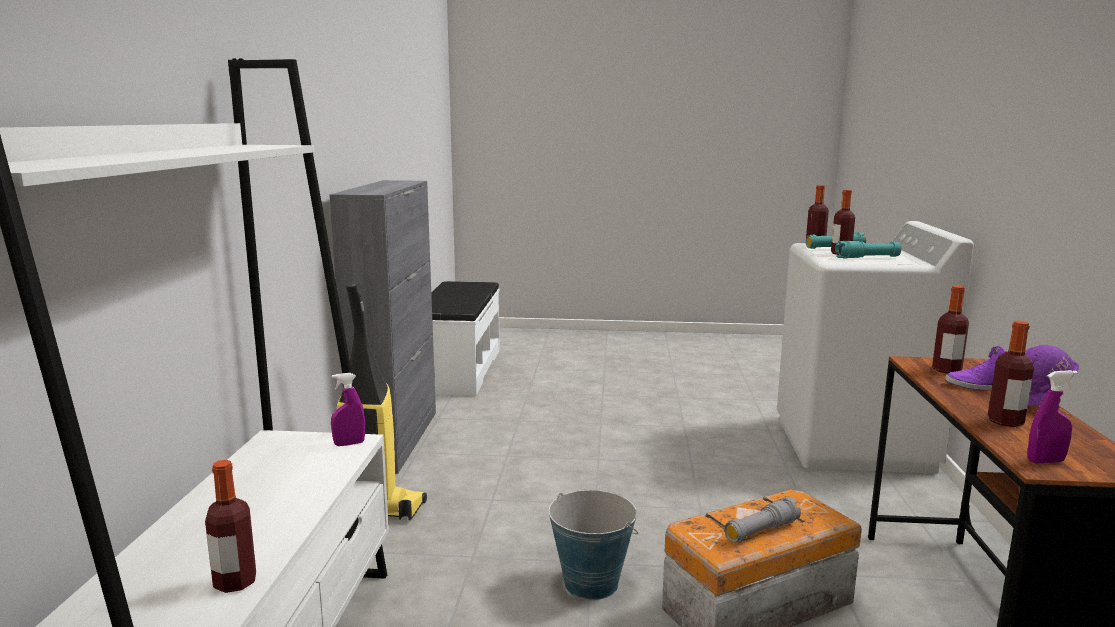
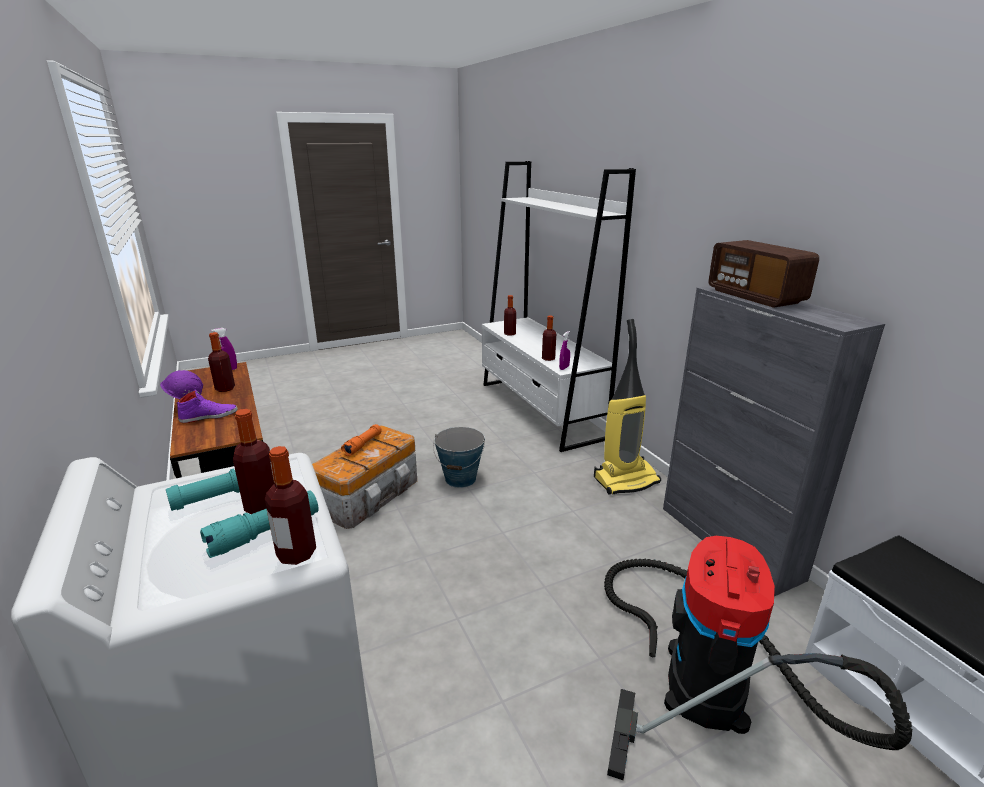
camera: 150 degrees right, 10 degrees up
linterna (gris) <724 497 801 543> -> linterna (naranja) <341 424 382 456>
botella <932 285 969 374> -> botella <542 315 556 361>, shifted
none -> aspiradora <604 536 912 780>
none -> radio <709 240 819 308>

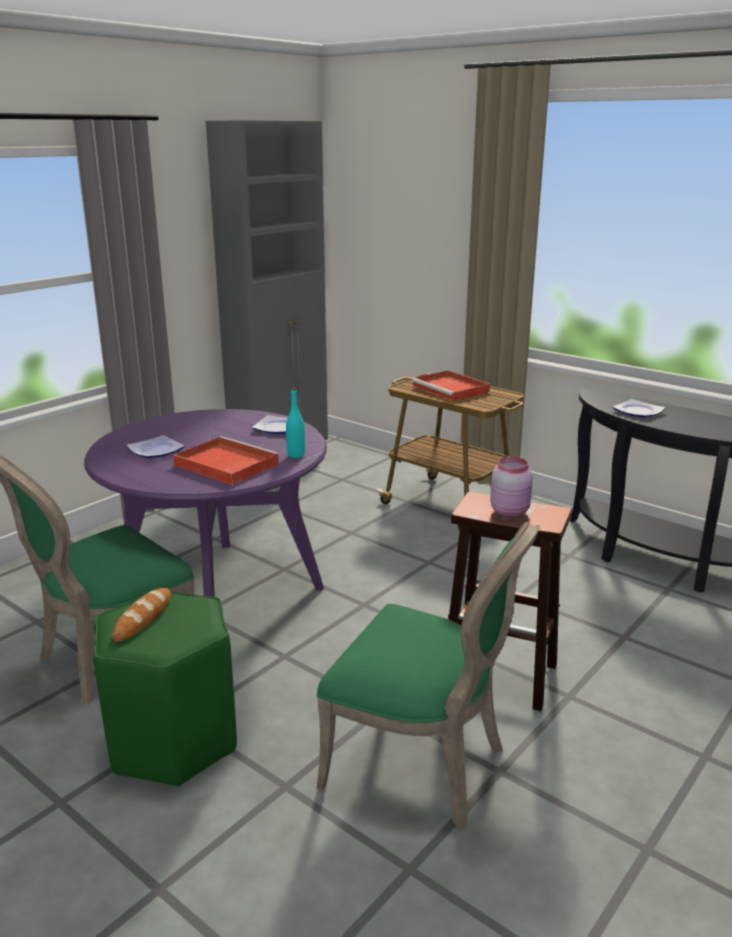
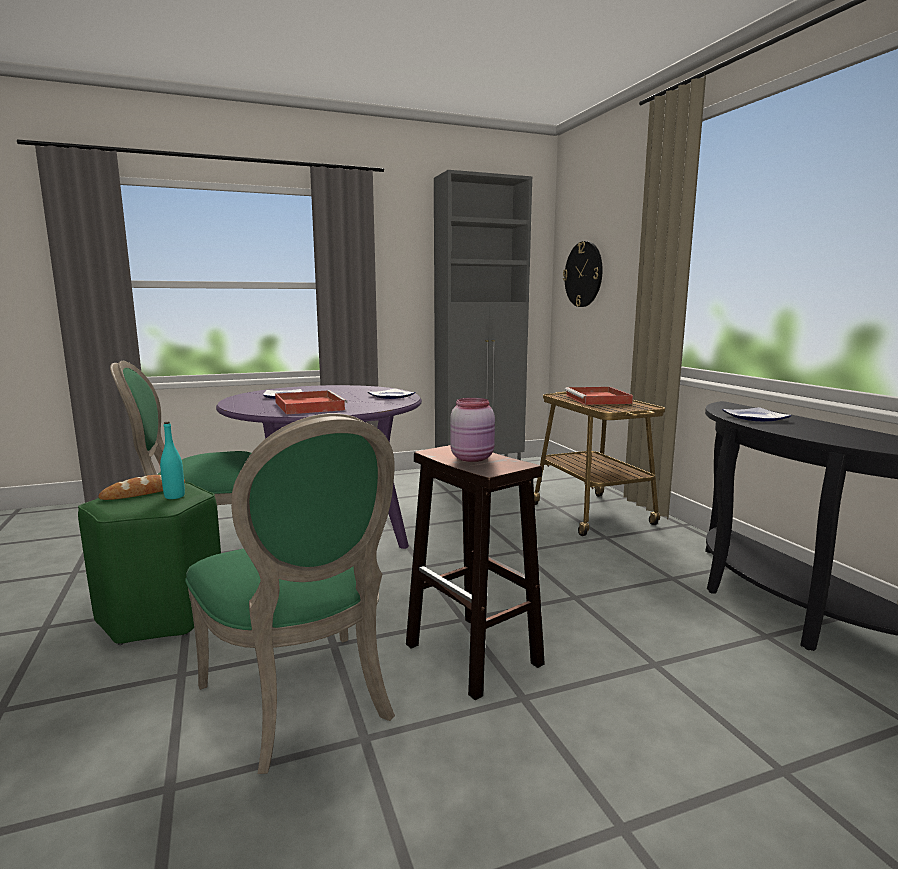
camera: 30 degrees right, 10 degrees down
botella (turquesa) <286 388 305 458> -> botella (turquesa) <160 422 185 499>, shifted
none -> reloj de pared <563 241 603 307>

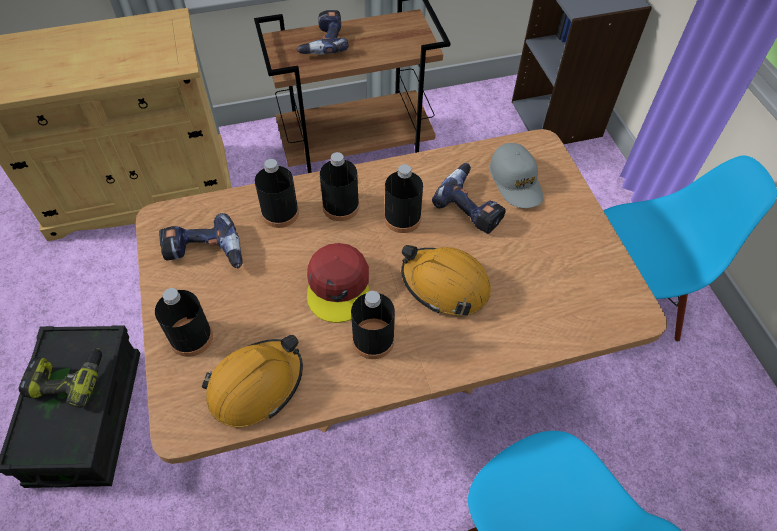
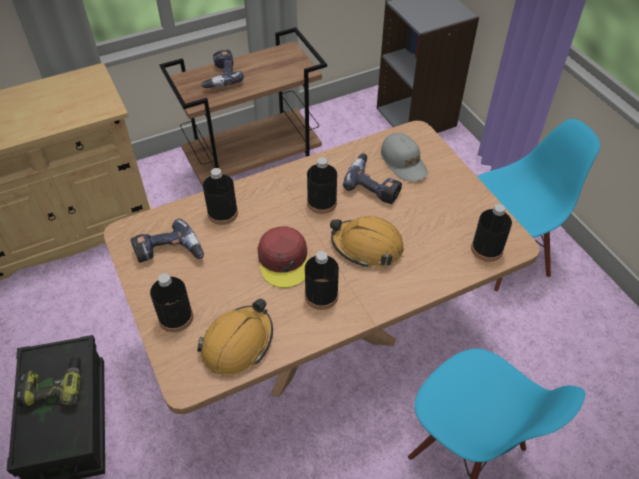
camera: 10 degrees left, 5 degrees down
botella (negro) <320 152 359 221> -> botella (negro) <471 204 512 262>, shifted

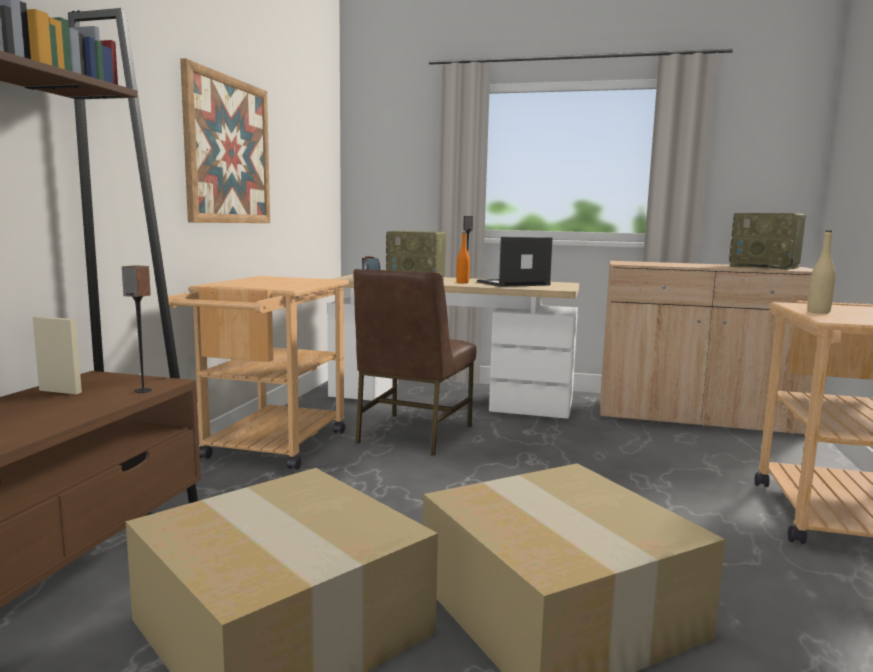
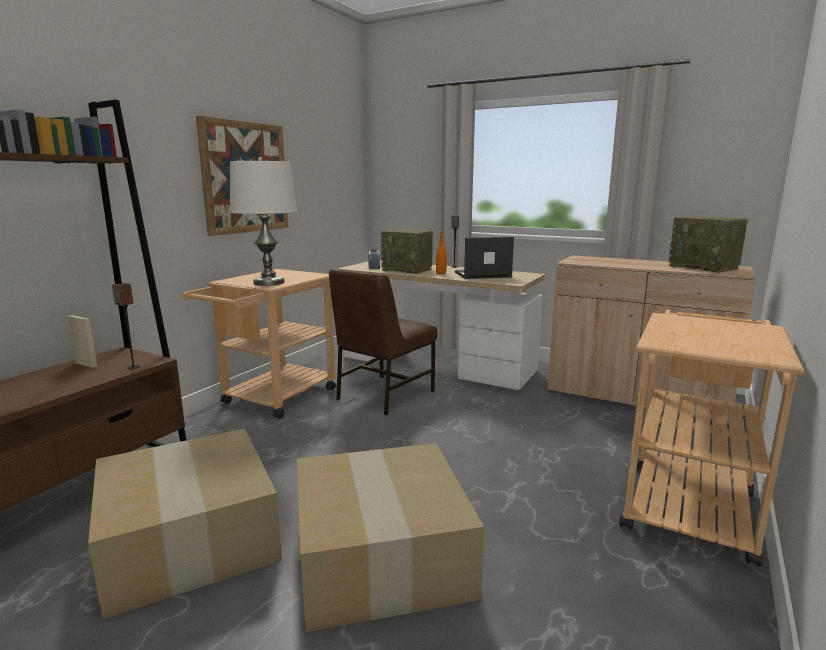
camera: 15 degrees right, 5 degrees up
botella (beis) <807 230 836 314> -> none
none -> lámpara de mesa (blanco) <230 157 297 286>

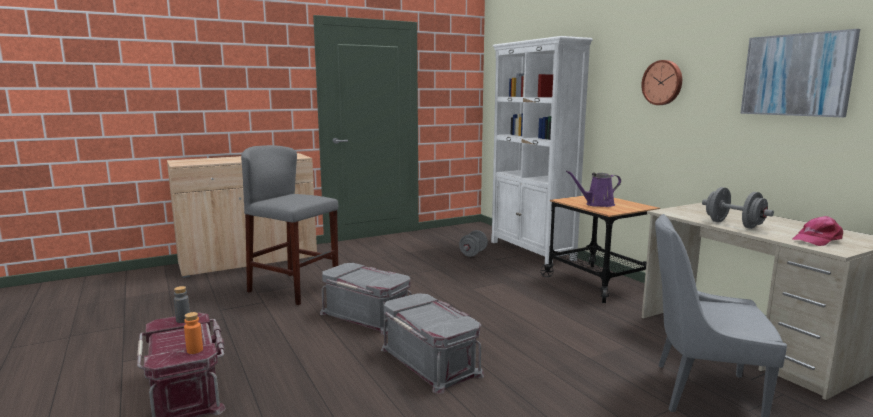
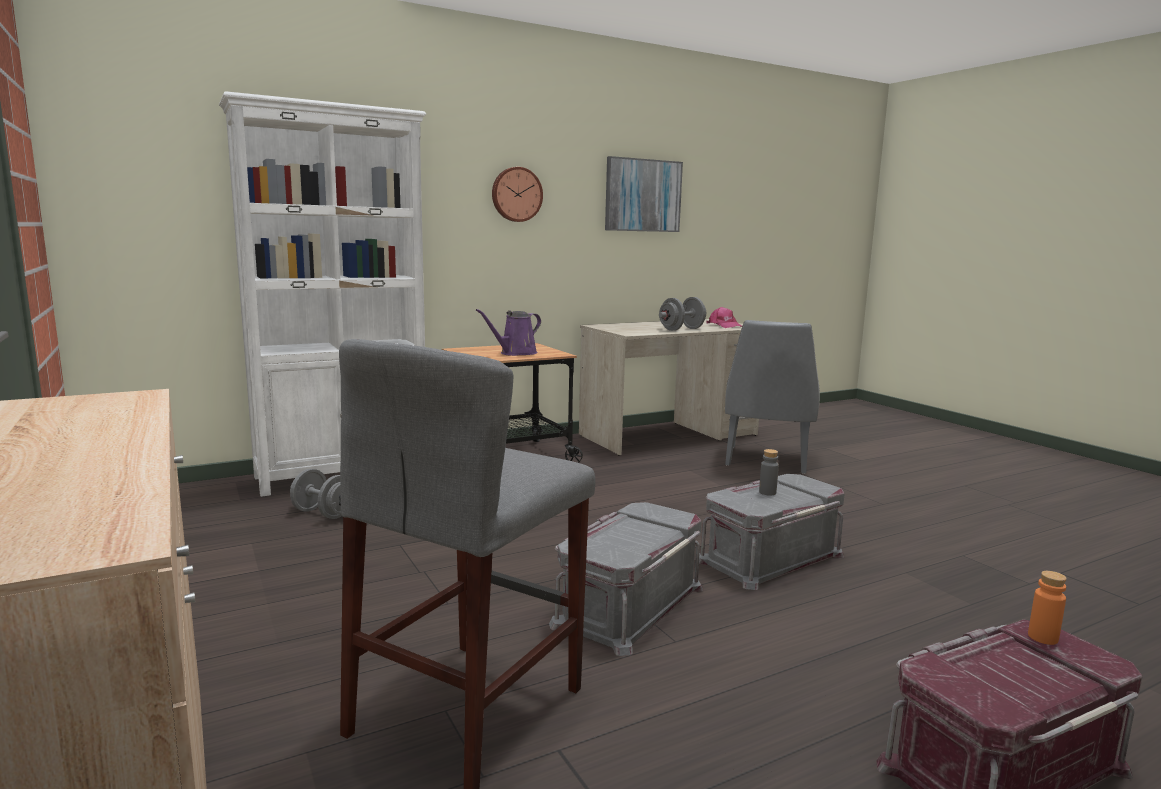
camera: 90 degrees left, 0 degrees up
botella (gris) <174 286 190 323> -> botella (gris) <759 449 779 495>, shifted
regadera (morado) <566 171 621 207> -> regadera (morado) <476 309 541 356>, 60 degrees clockwise

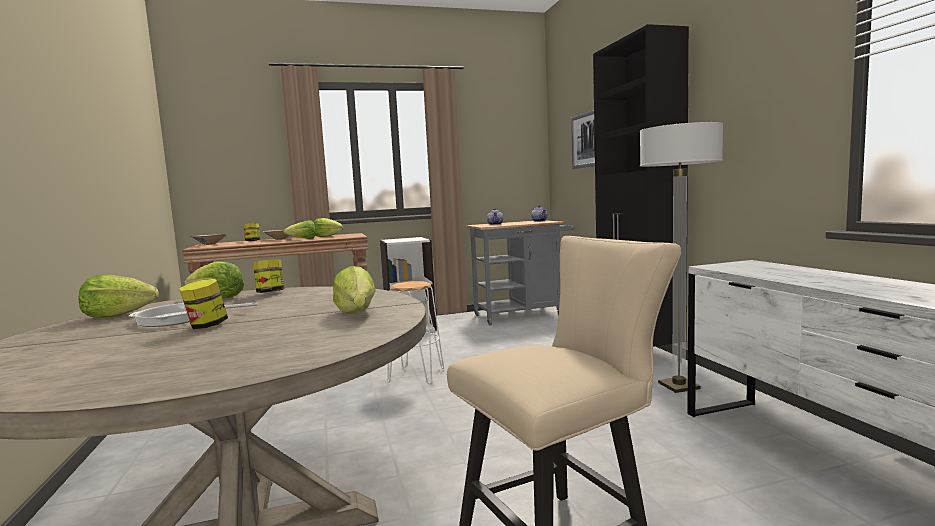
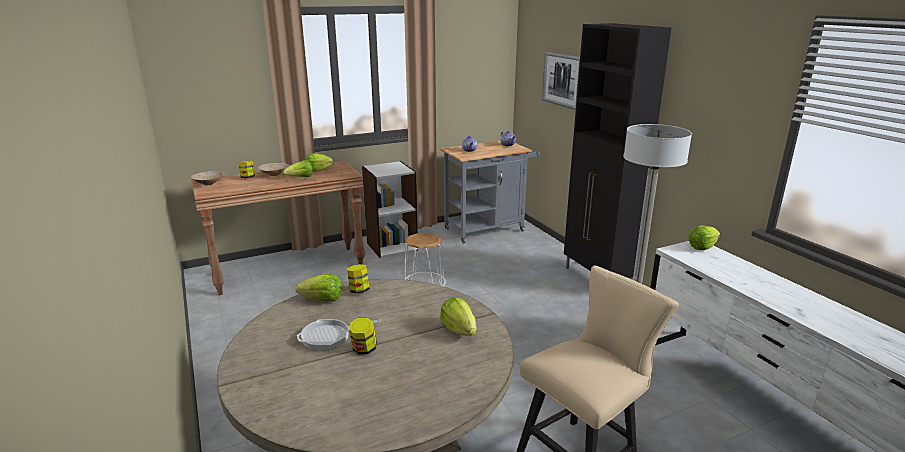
camera: 10 degrees left, 15 degrees up
lechuga <78 274 159 318> -> lechuga <689 225 720 250>, shifted

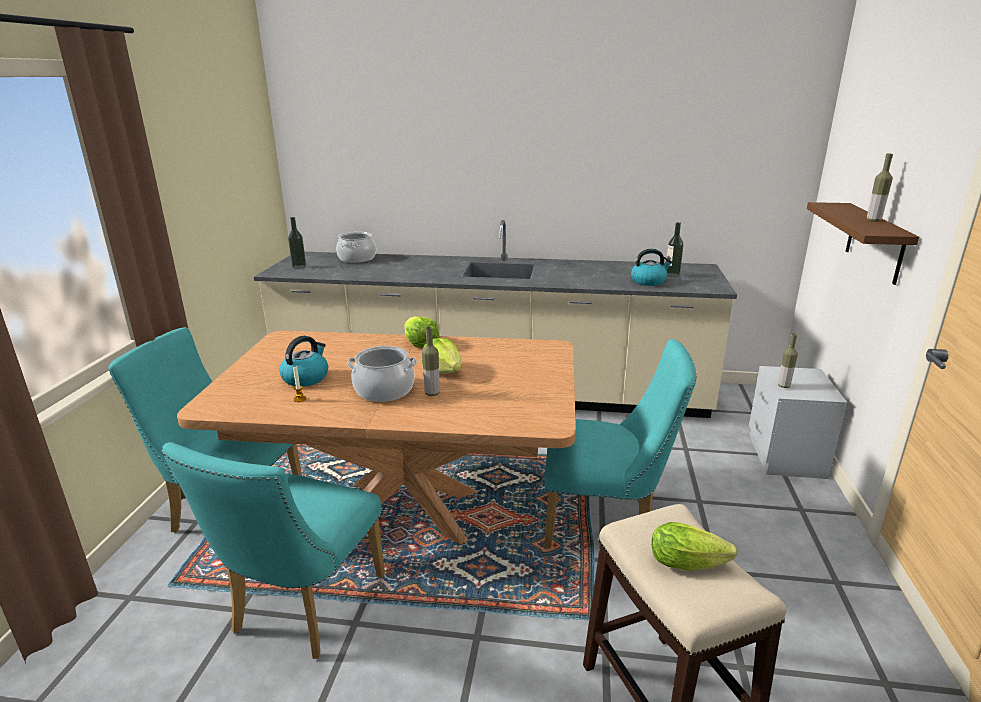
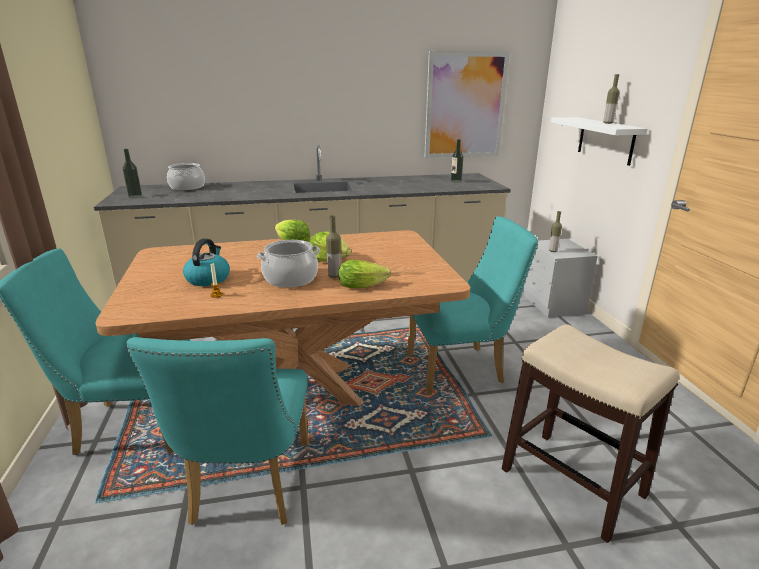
camera: 20 degrees left, 0 degrees up
hervidor <631 249 672 286> -> none
lechuga <652 522 737 571> -> lechuga <338 260 391 288>, shifted
estante (marrón) <807 202 919 285> -> estante (blanco) <551 117 648 166>
none -> cuadro <424 51 510 158>

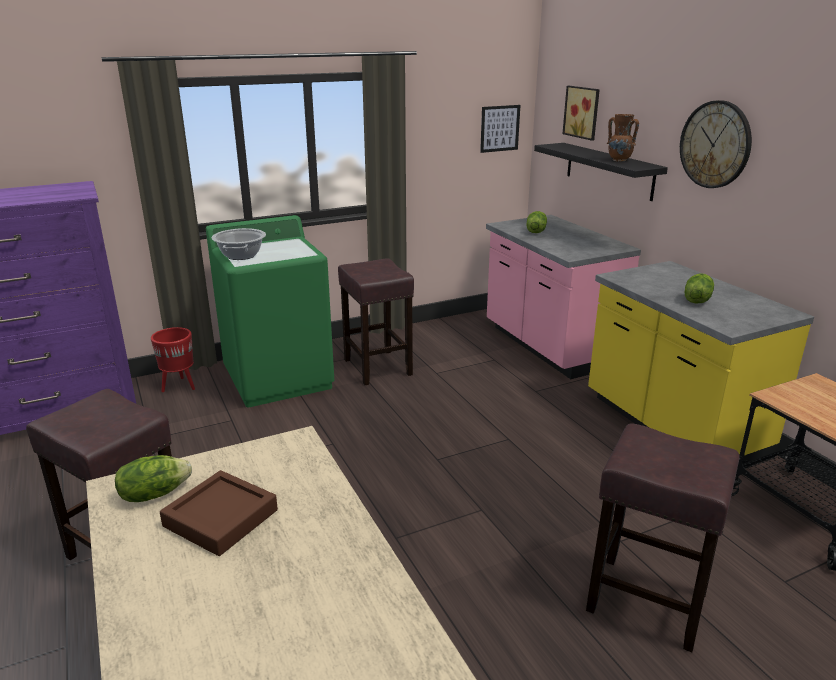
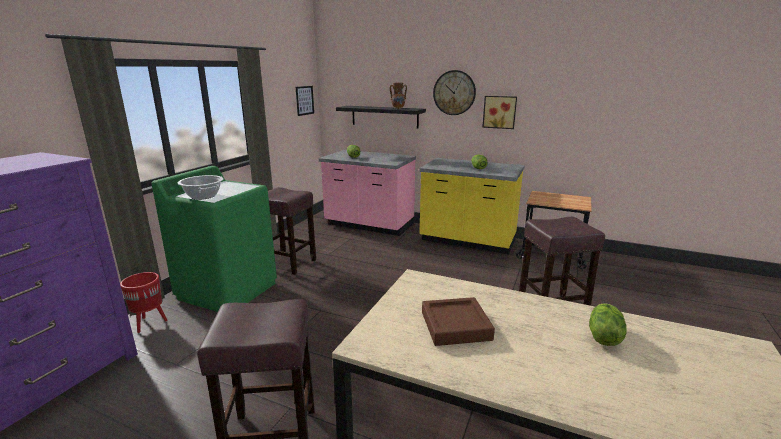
camera: 40 degrees left, 5 degrees down
lechuga <115 455 192 502> -> lechuga <589 303 627 346>, shifted
cuadro <563 86 600 141> -> cuadro <482 96 517 129>, shifted

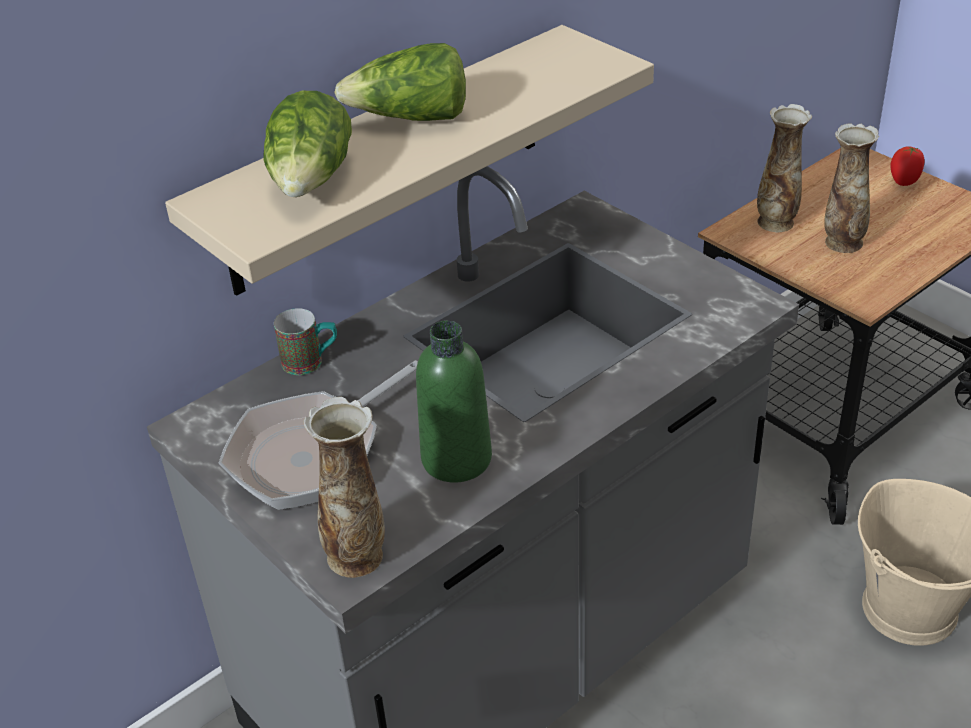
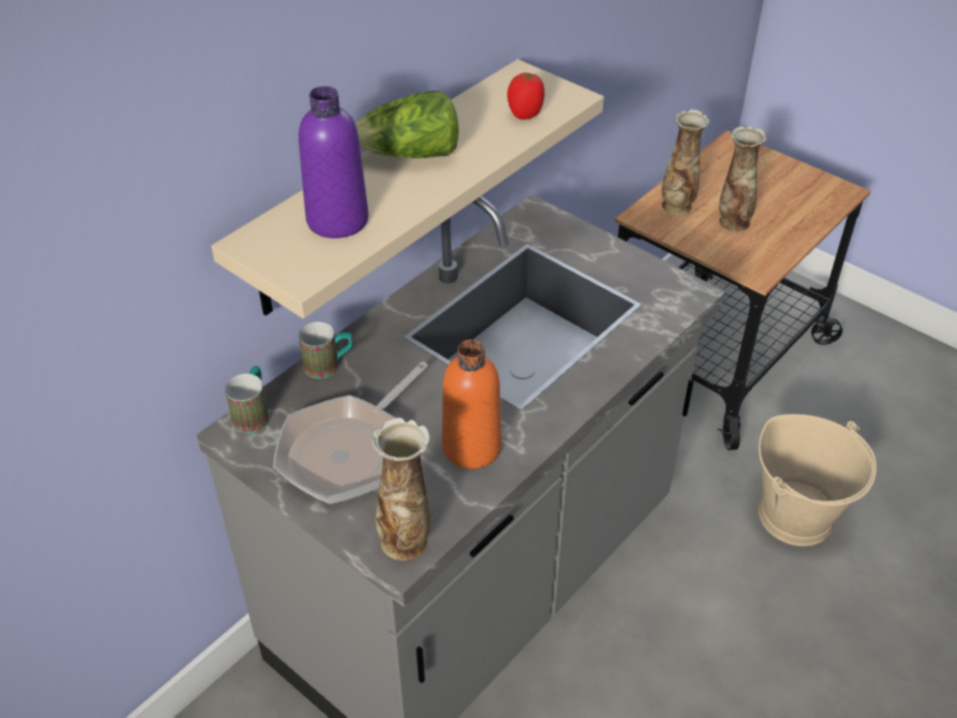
camera: 10 degrees left, 5 degrees up
lechuga <264 91 352 197> -> botella (morado) <299 86 369 238>
botella (verde) <416 320 492 483> -> botella (naranja) <442 339 502 469>
tomate <890 146 924 186> -> tomate <507 73 545 120>, shifted
none -> taza grande <225 366 269 433>

